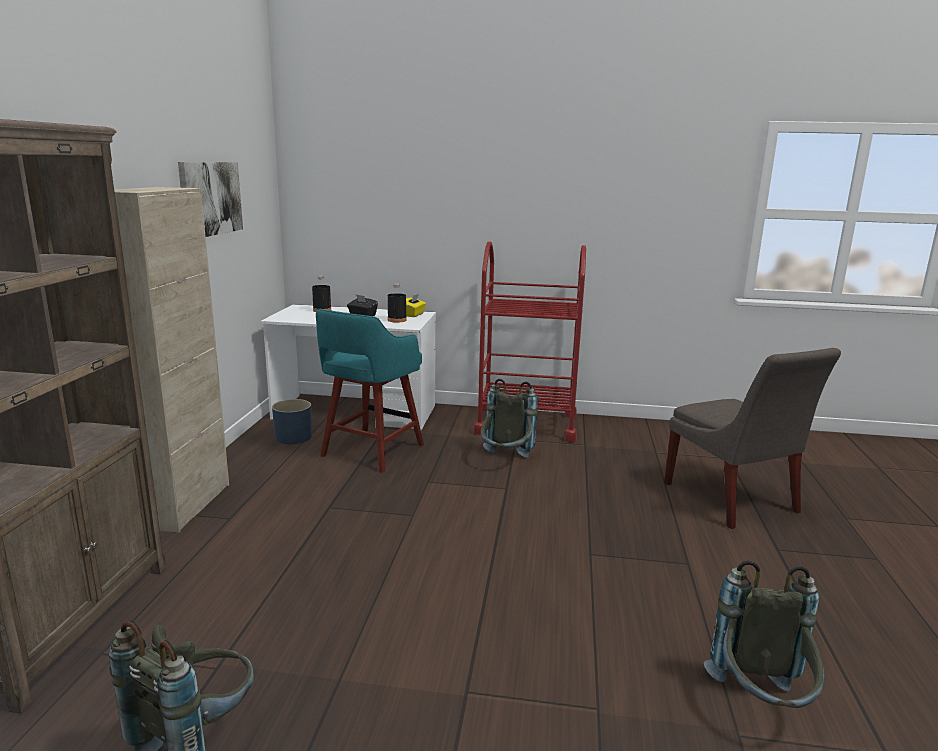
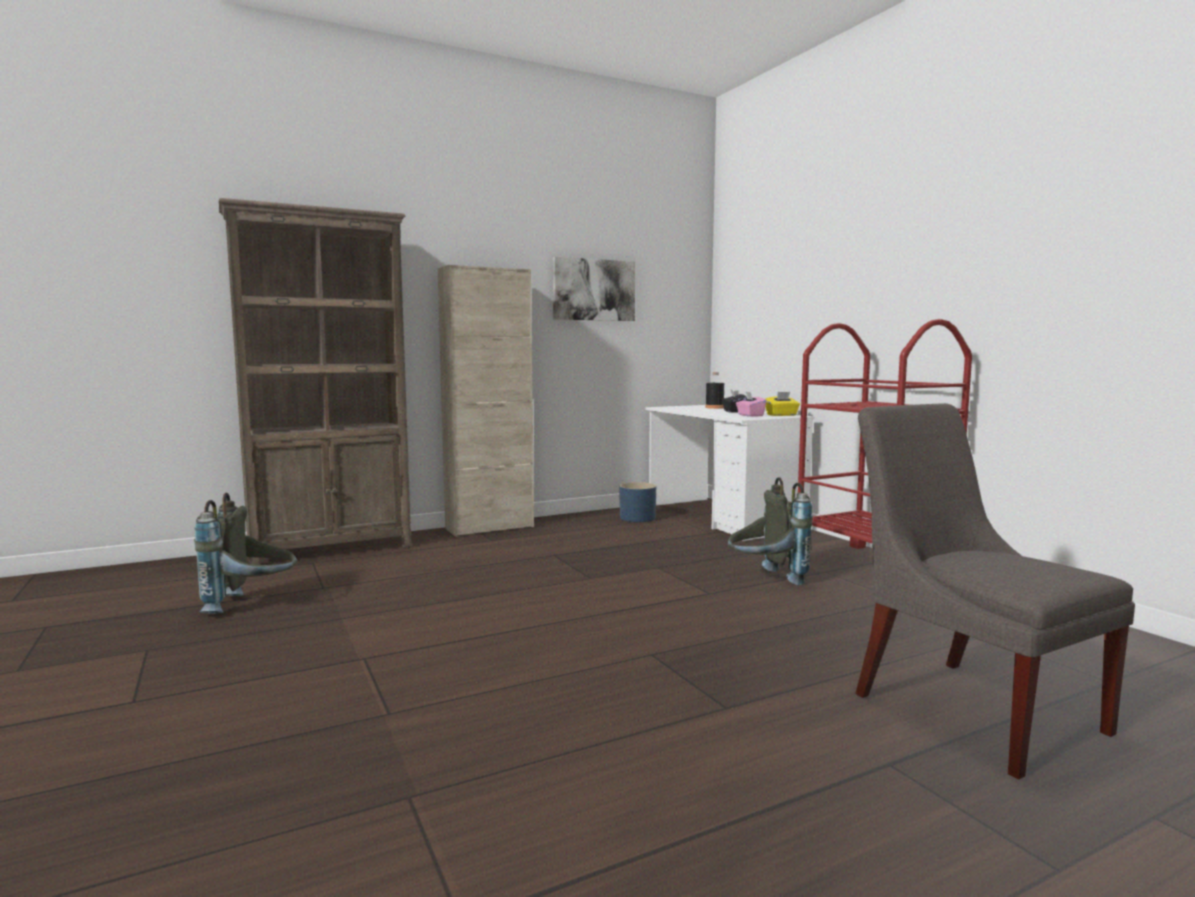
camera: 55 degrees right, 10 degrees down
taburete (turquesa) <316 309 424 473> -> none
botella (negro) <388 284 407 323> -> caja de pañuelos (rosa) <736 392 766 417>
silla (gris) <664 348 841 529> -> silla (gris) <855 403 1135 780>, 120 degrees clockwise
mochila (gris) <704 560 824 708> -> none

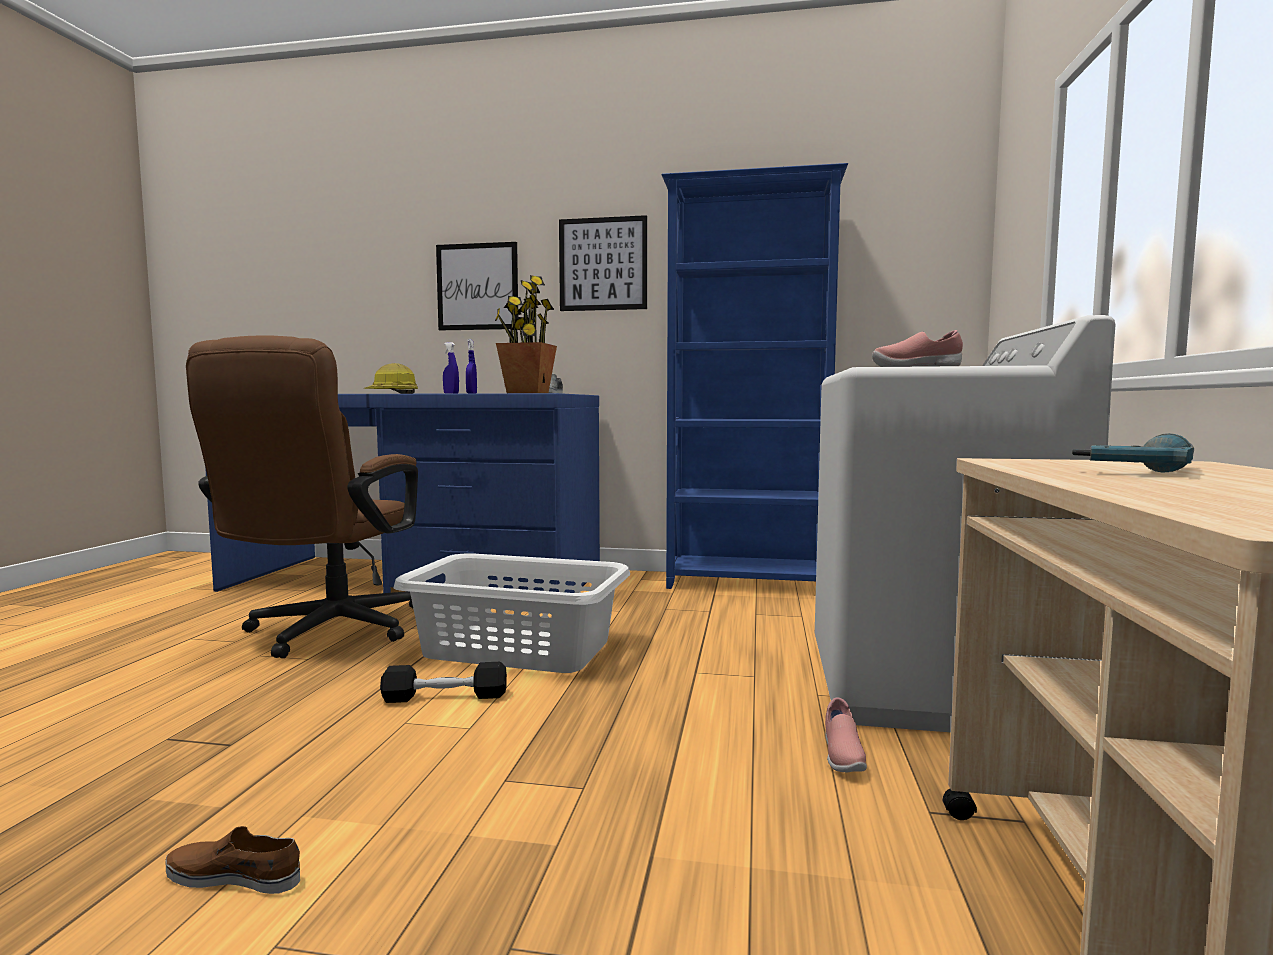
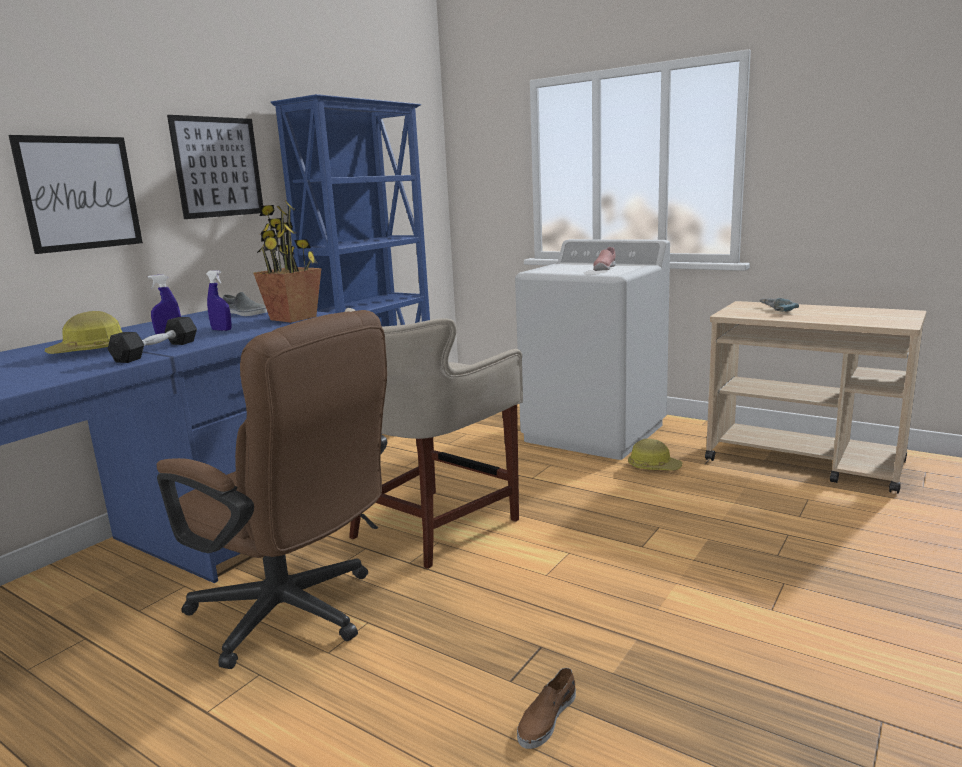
camera: 65 degrees left, 10 degrees up
zapato (marrón) <165 826 300 894> -> zapato (marrón) <517 668 576 749>, shifted
mancuerna (negro) <380 662 507 703> -> mancuerna (negro) <108 317 197 363>, shifted
cesto de la ropa (blanco) <394 553 630 673> -> taburete (beis) <344 308 523 569>
zapato (rosa) <825 697 867 772> -> casco <628 439 683 470>

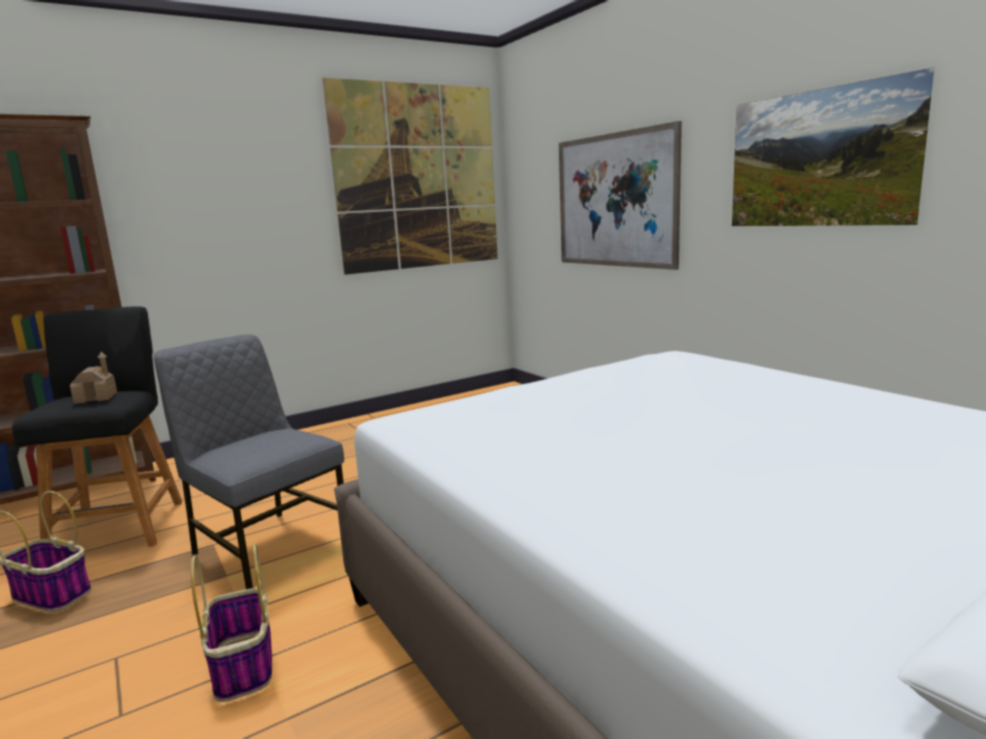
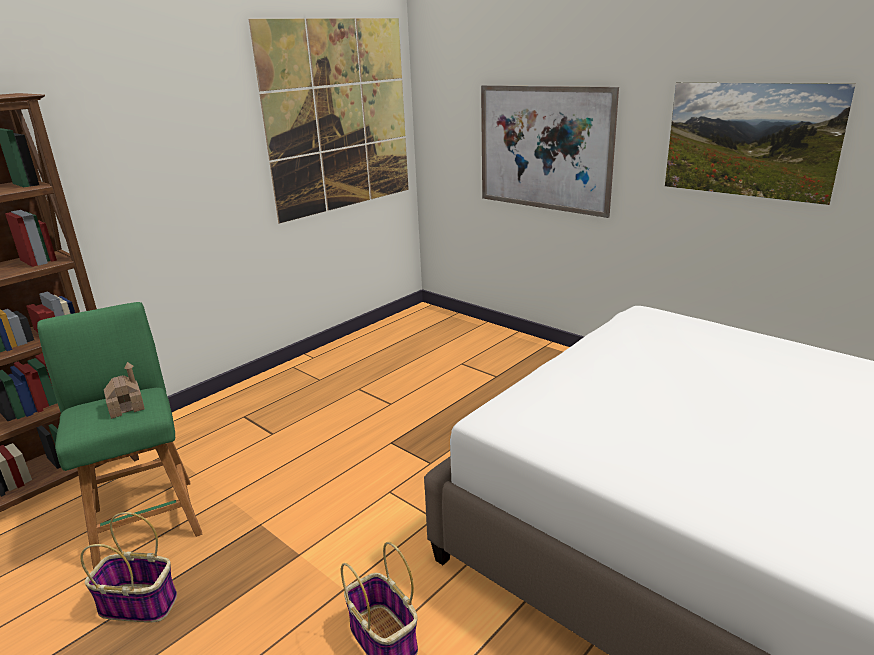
camera: 15 degrees left, 10 degrees up
taburete (negro) <12 307 182 547> -> taburete (verde) <37 302 202 569>
silla (gris) <154 334 344 589> -> none

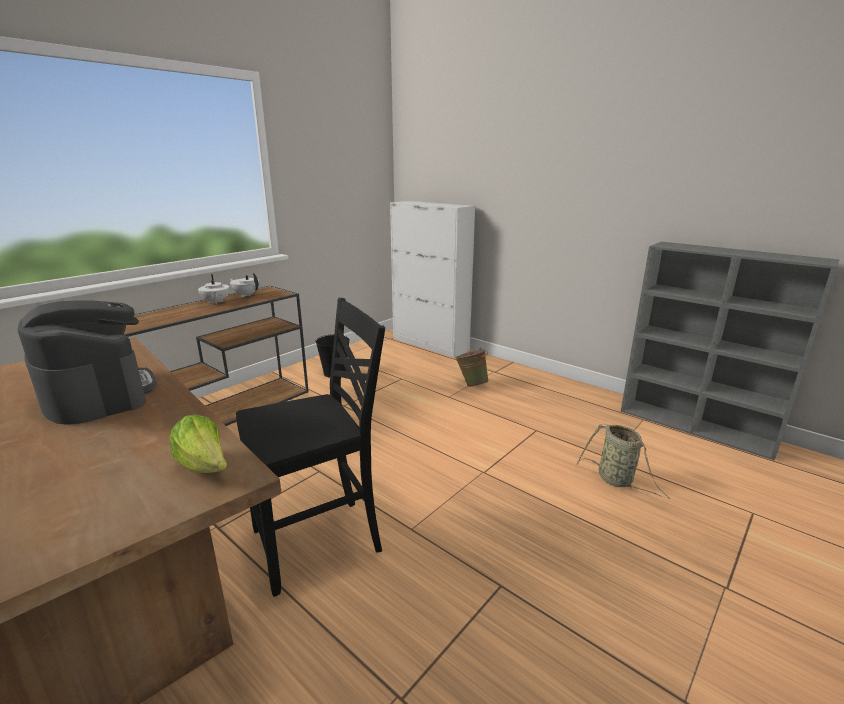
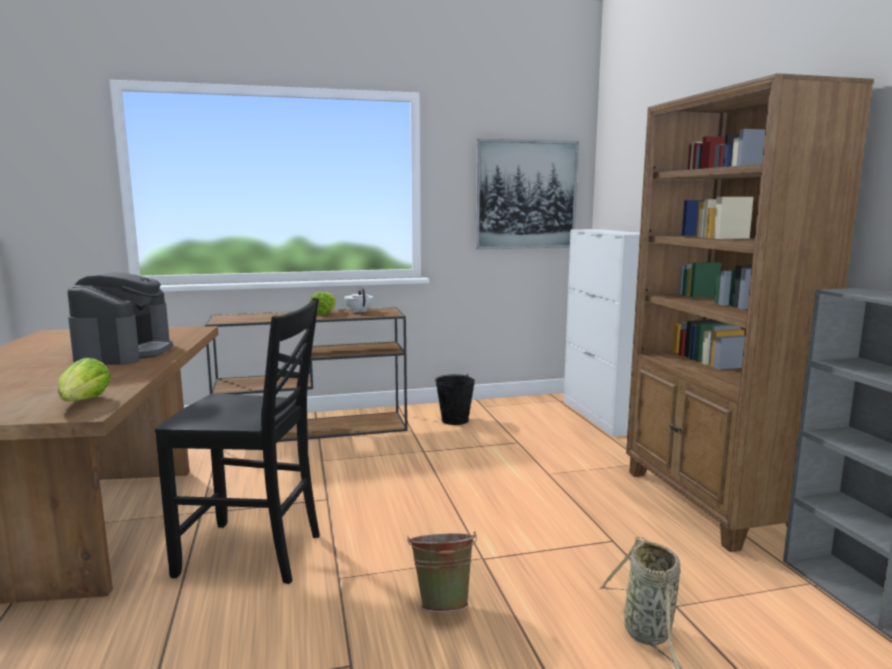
camera: 35 degrees right, 10 degrees down
tetera (blanco) <198 274 229 304> -> lechuga <309 292 336 315>
cubo (verde) <455 348 489 387> -> cubo (verde) <407 531 477 612>, shifted
none -> cuadro <475 139 579 249>
none -> estantería (marrón) <626 73 874 552>

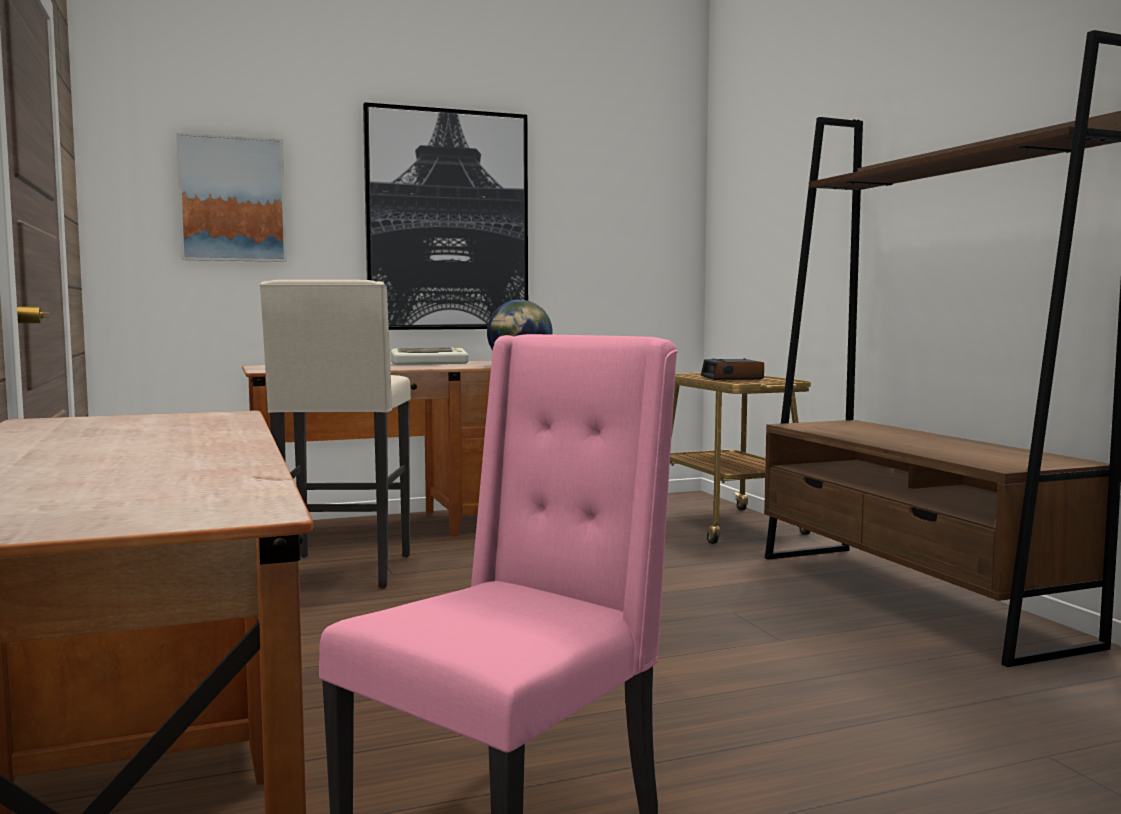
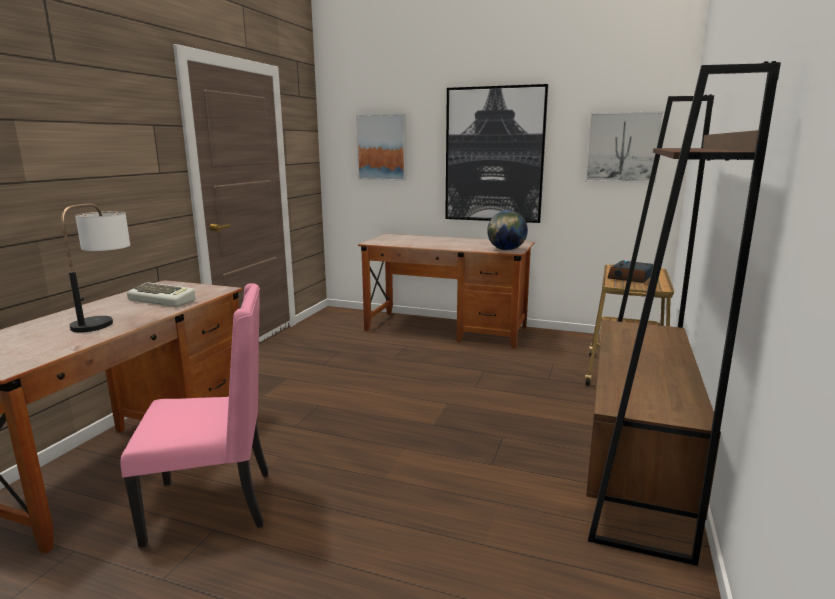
camera: 40 degrees right, 10 degrees up
taburete (beis) <259 280 411 588> -> none
teclado <391 348 468 365> -> teclado <127 282 195 307>, shifted
none -> lámpara de mesa <61 203 130 332>
none -> cuadro <585 111 664 183>

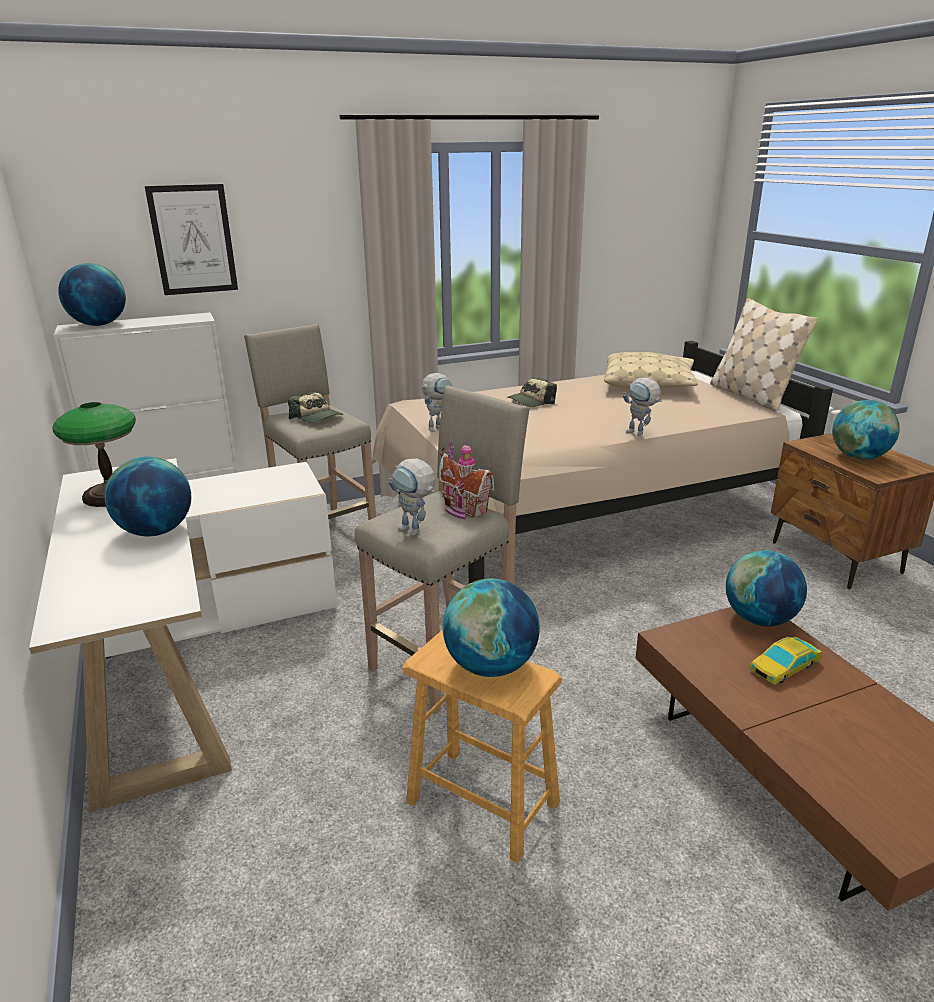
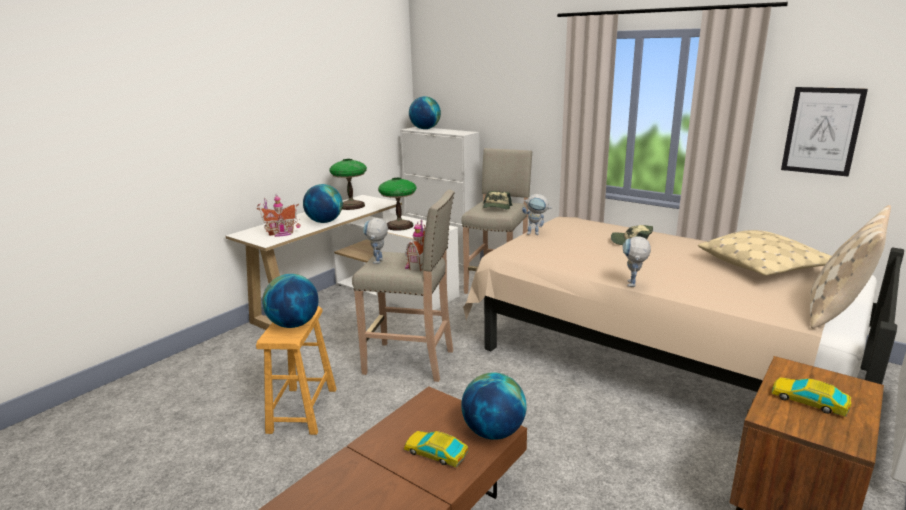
camera: 60 degrees right, 5 degrees down
cuadro <145 184 238 295> -> cuadro <781 87 868 177>, shifted
globo terráqueo <832 400 900 460> -> coche de juguete <772 377 851 417>
none -> casita <257 194 300 237>
none -> lámpara de mesa <378 178 417 231>

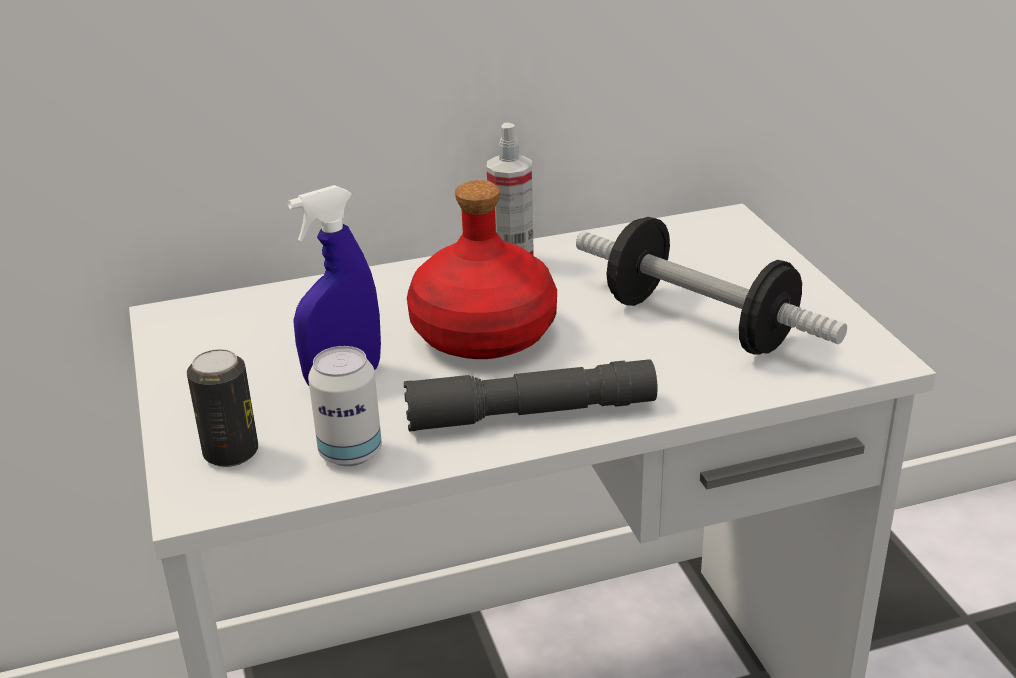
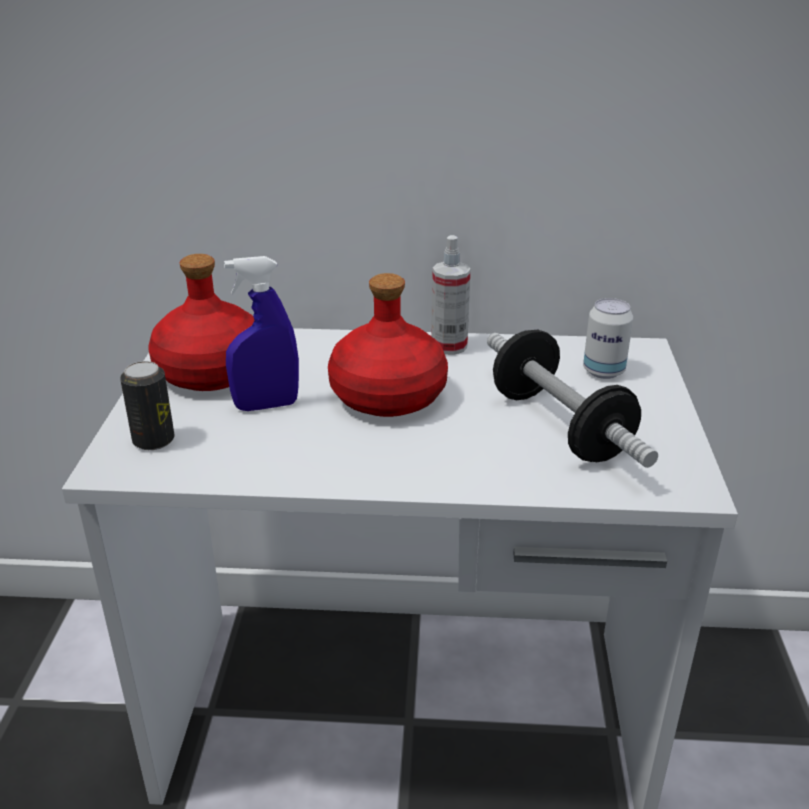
camera: 20 degrees right, 0 degrees up
lata <308 346 382 466> -> lata <583 298 633 379>, shifted
linterna (gris) <404 360 658 432> -> none
none -> botella (rojo) <149 254 255 391>

